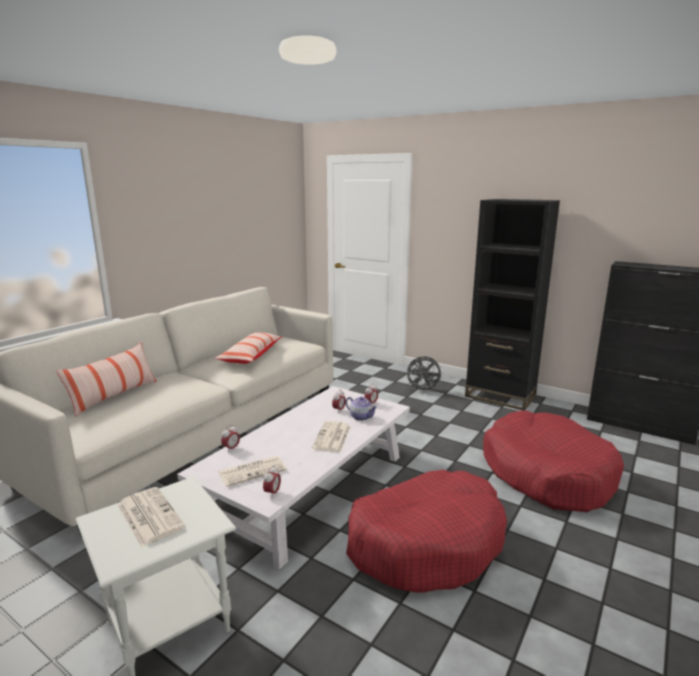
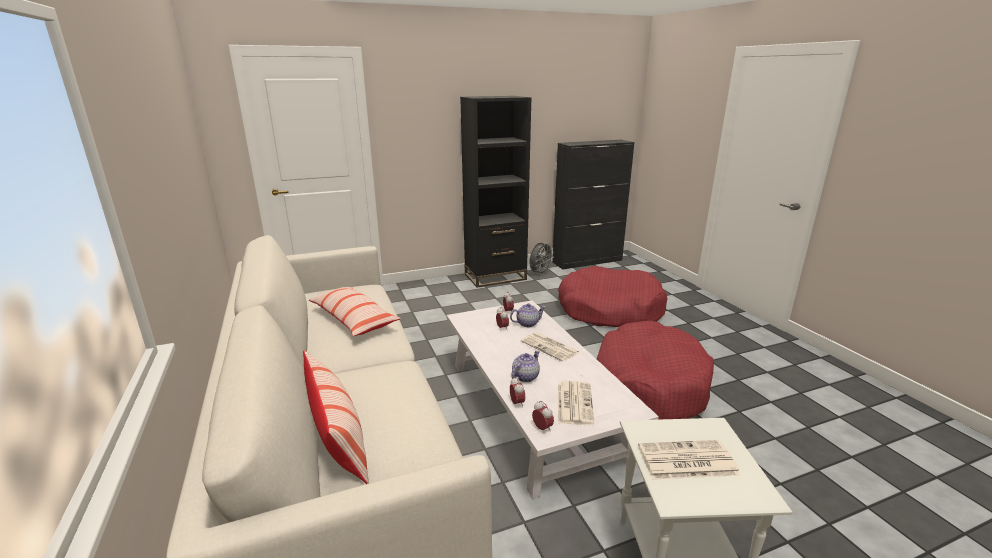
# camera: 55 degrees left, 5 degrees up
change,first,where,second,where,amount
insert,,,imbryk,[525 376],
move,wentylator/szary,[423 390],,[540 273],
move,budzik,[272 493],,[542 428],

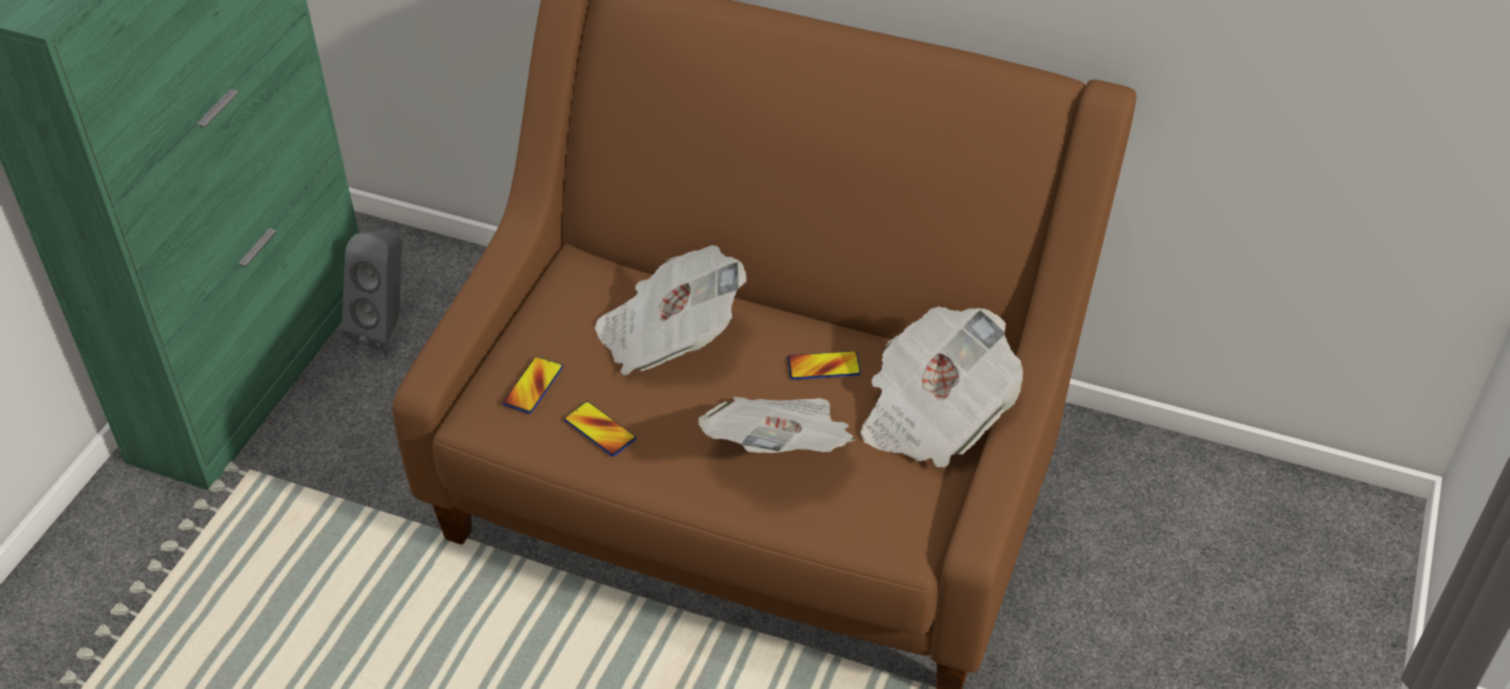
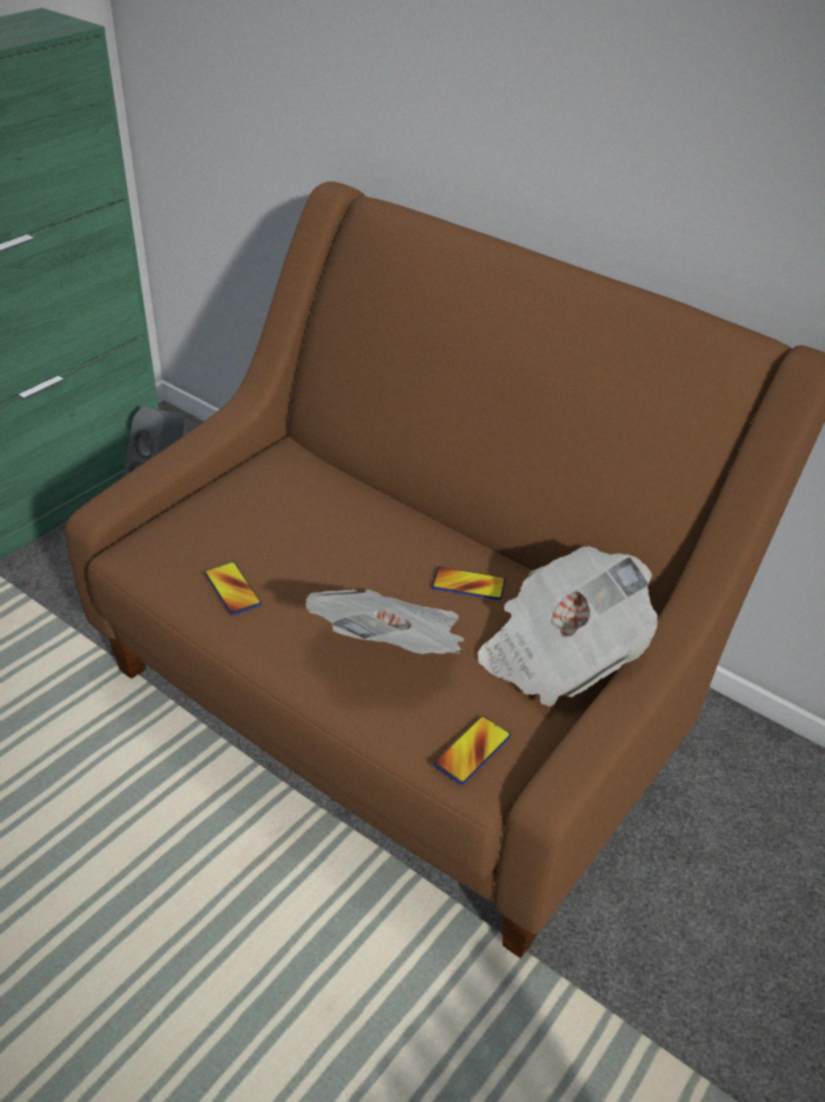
# camera: 15 degrees right, 5 degrees down
change,first,where,second,where,amount
move,telefon,[533 386],,[472 751],
delete,gazeta,[669 338],,,

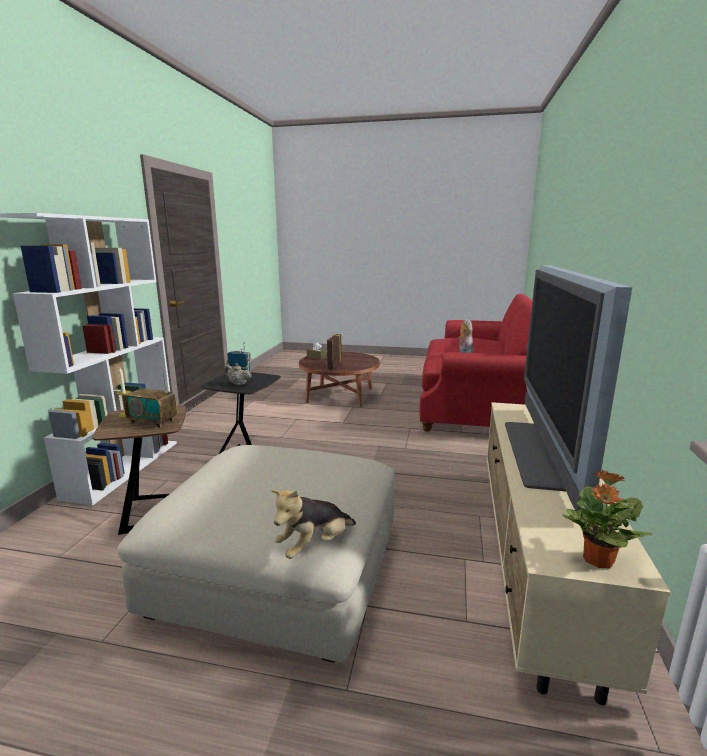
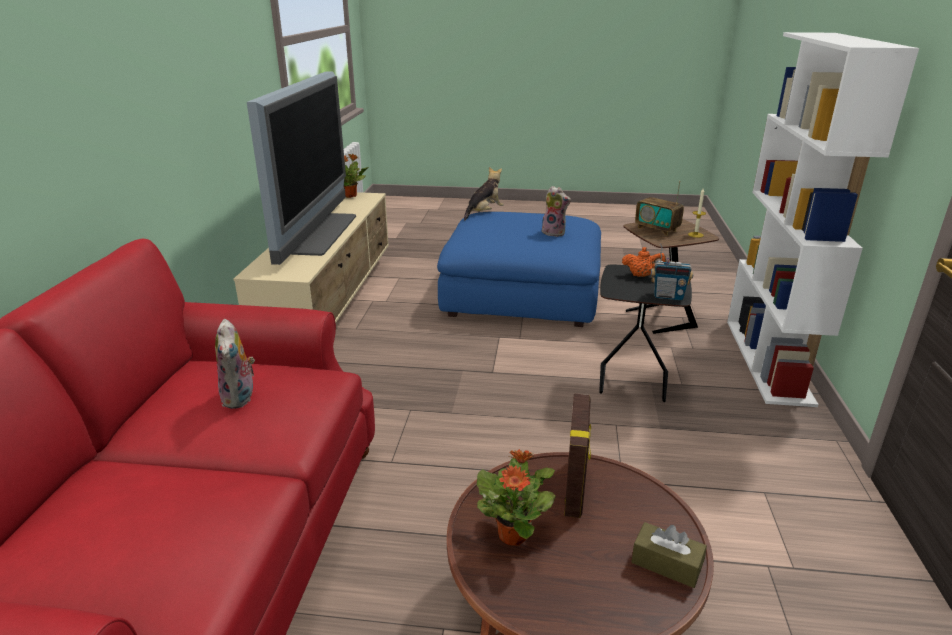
# camera: 175 degrees right, 10 degrees up
change,first,where,second,where,amount
recolor,pufa/beżowy,[279 566],pufa/niebieski,[522 293],
insert,,,roślina doniczkowa,[513 534],
insert,,,pluszak,[554 233],
recolor,imbryk/beżowy,[238 384],imbryk/pomarańczowy,[642 275],
rotate,radio,[153 422],,[657 229],150 degrees counterclockwise

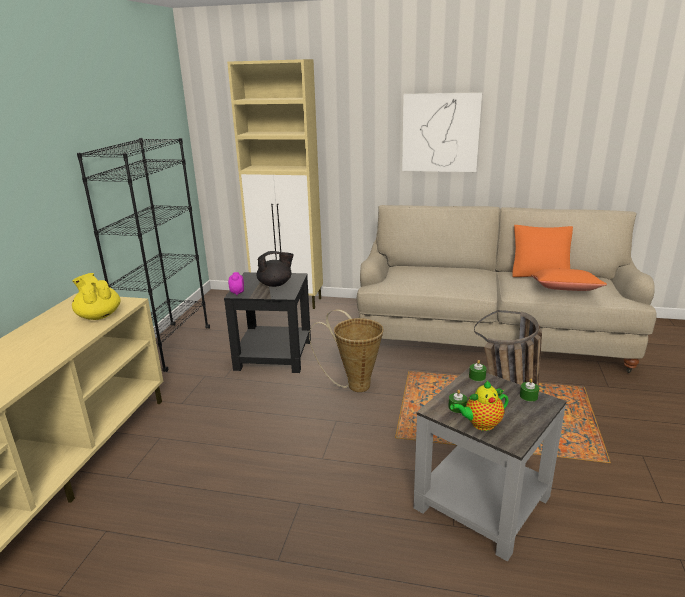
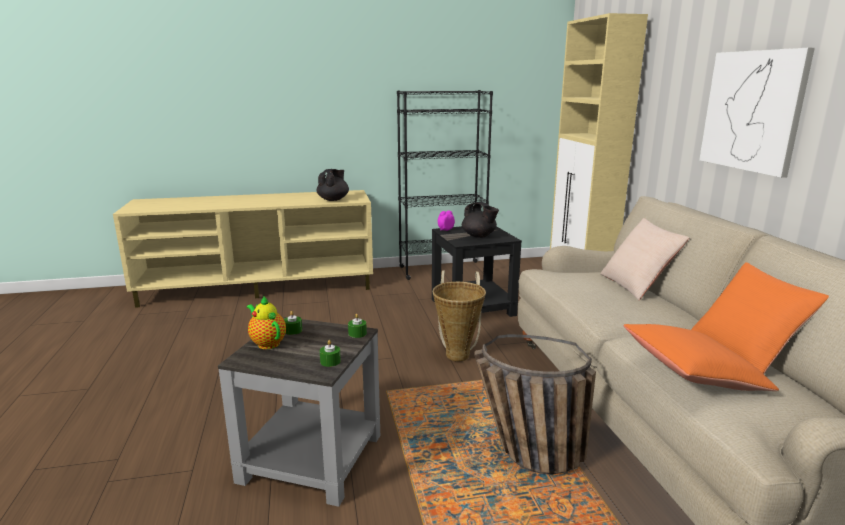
# camera: 65 degrees right, 5 degrees down
change,first,where,second,where,amount
recolor,imbryk/żółty,[99 316],imbryk/czarny,[333 199],
insert,,,poduszka/beżowy,[637 285],

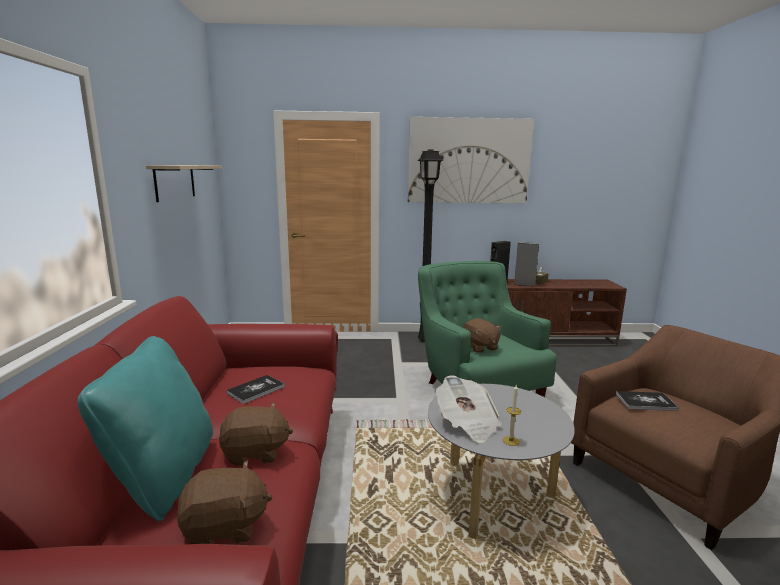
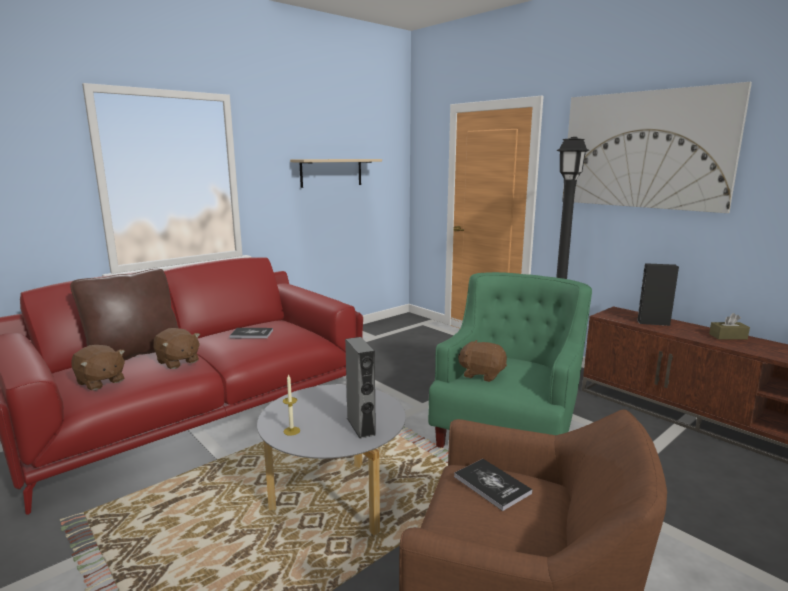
# camera: 50 degrees right, 0 degrees up
change,first,where,second,where,amount
recolor,poduszka/turkusowy,[164 476],poduszka/brązowy,[135 353],
move,głośnik/szary,[524 284],,[361 426],
rotate,pluszak/brązowy,[479 347],,[482 374],90 degrees clockwise
delete,gazeta,[467 424],,,

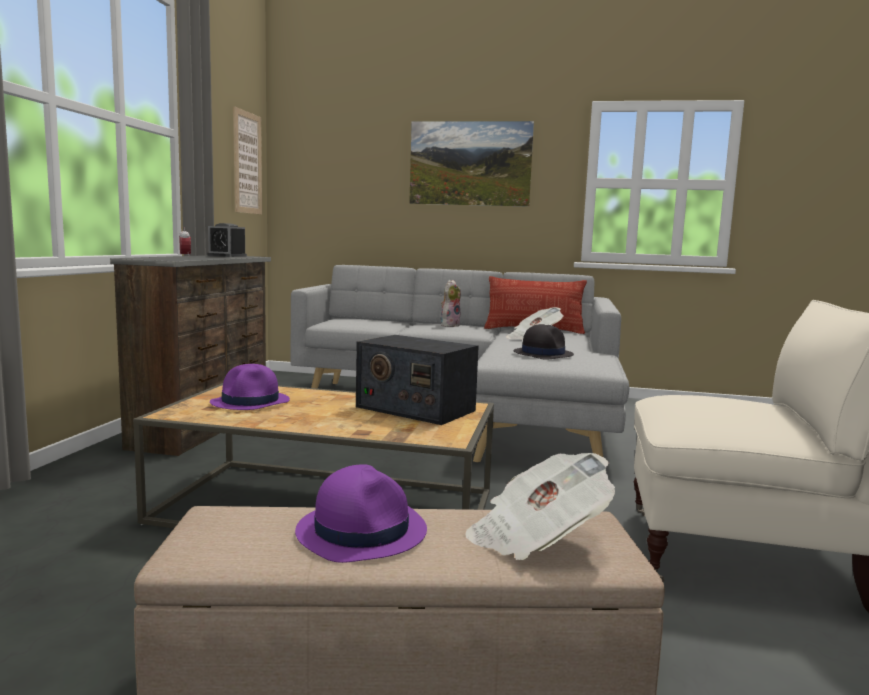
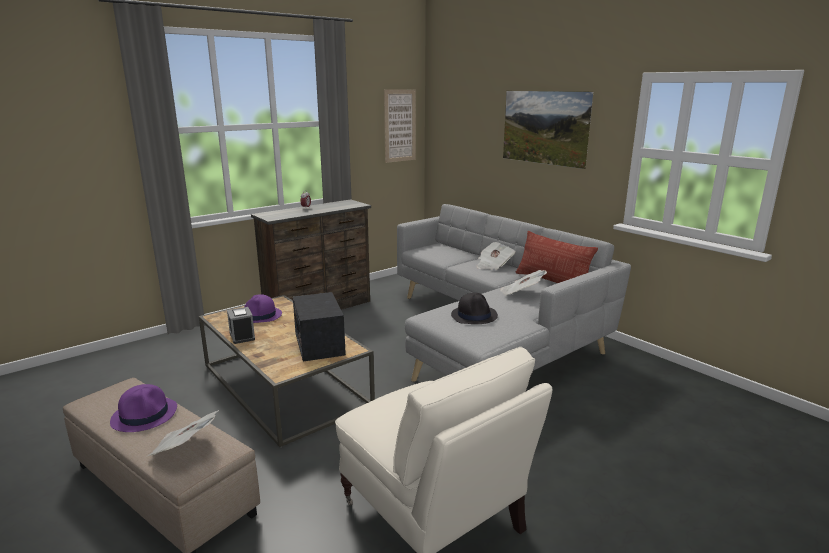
# camera: 40 degrees right, 10 degrees up
change,first,where,second,where,amount
move,budzik,[227 256],,[242 336],
replace,pluszak,[449 325],gazeta,[494 265],

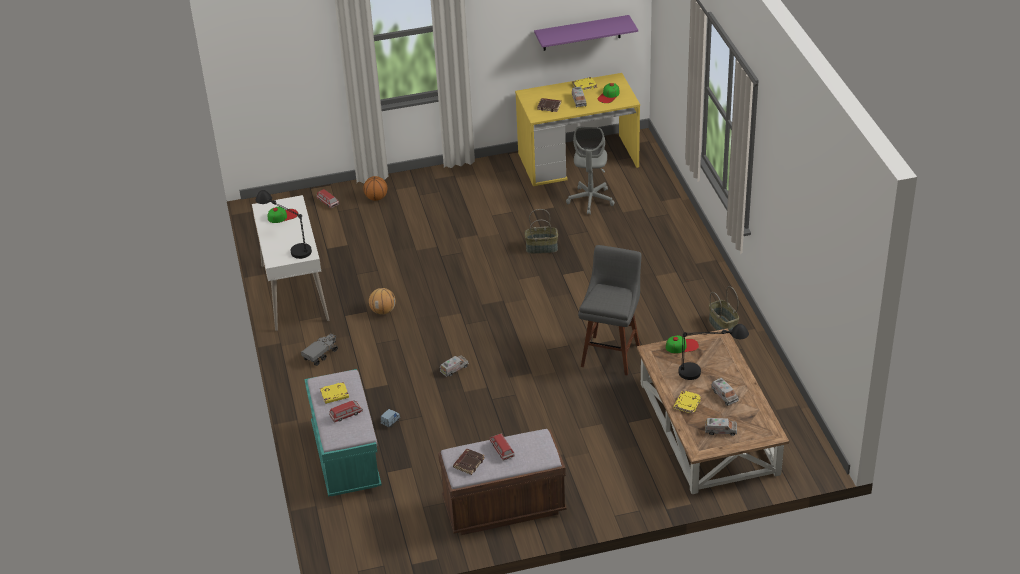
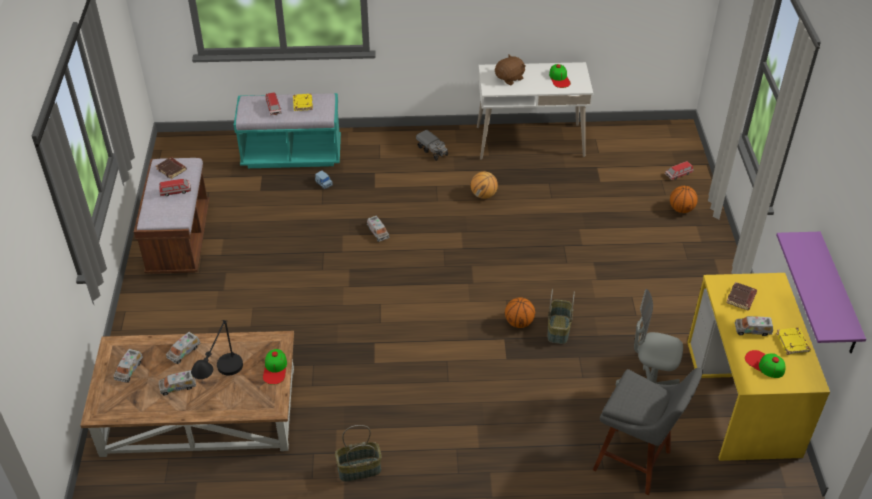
# camera: 100 degrees right, 5 degrees up
change,first,where,second,where,amount
replace,książka/żółty,[687 403],ciężarówka zabawkowa,[184 352],
replace,lampa stołowa/czarny,[287 245],pluszak/brązowy,[510 78],
insert,,,piłka do koszykówki,[519 323],
move,stołek/szary,[611 353],,[636 462],

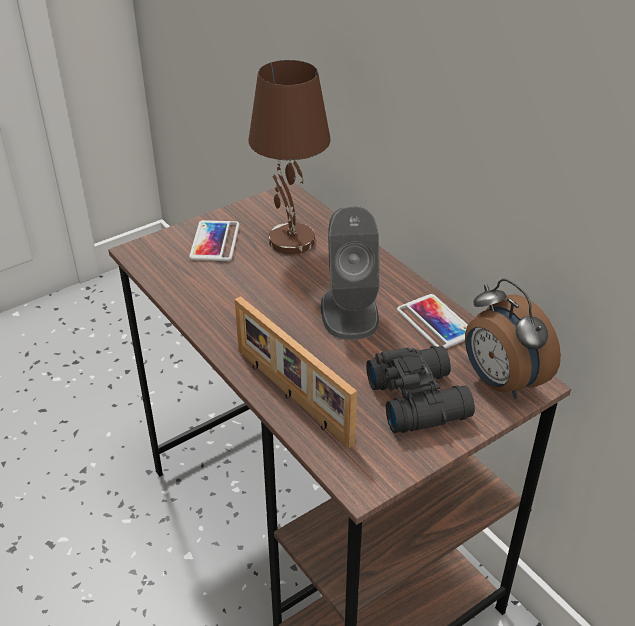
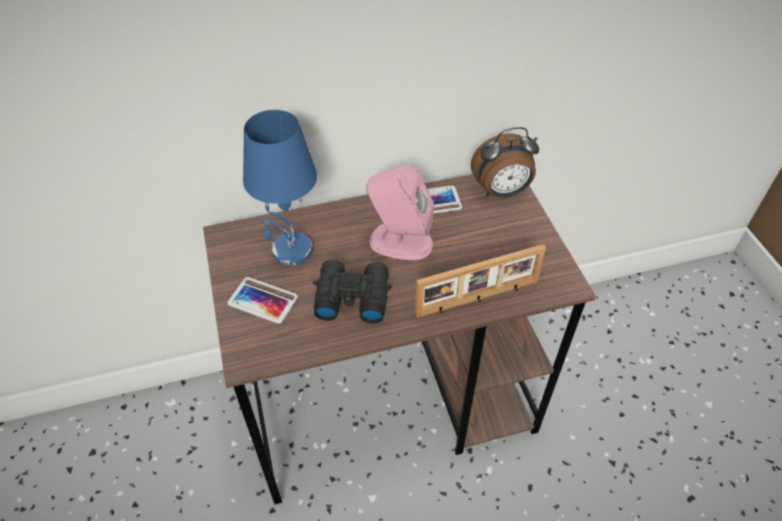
# camera: 70 degrees left, 10 degrees up
change,first,where,second,where,amount
recolor,lampa stołowa/brązowy,[290 240],lampa stołowa/niebieski,[291 251],
move,lornetka/czarny,[419 398],,[351 297],
recolor,głośnik/szary,[349 312],głośnik/różowy,[400 241],

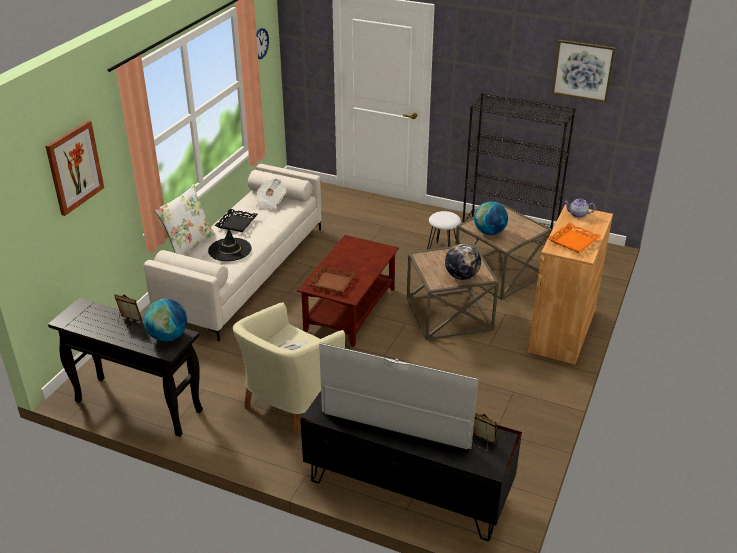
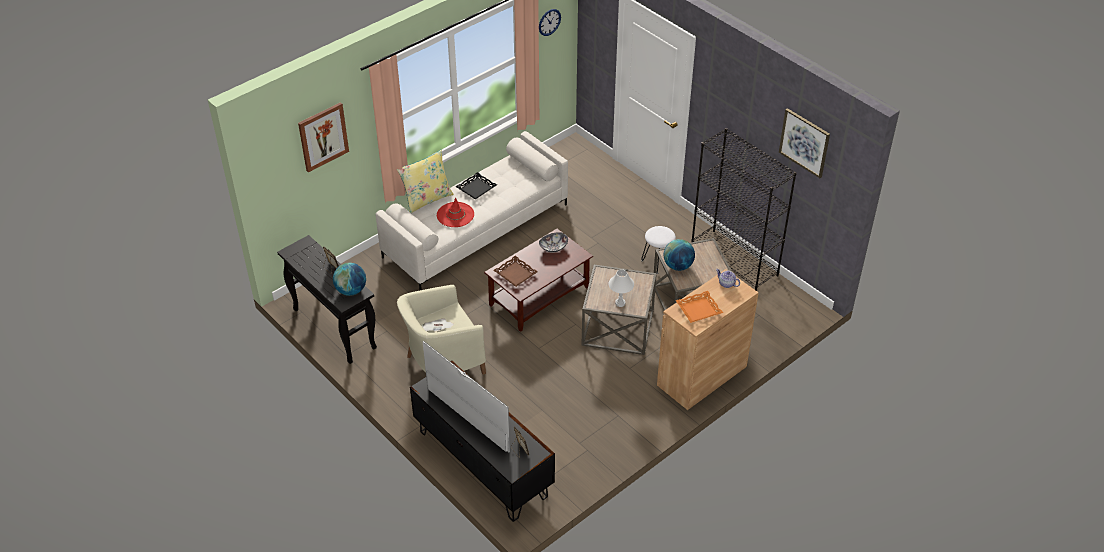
# camera: 25 degrees right, 10 degrees up
change,first,where,second,where,amount
recolor,poduszka/biały,[188 244],poduszka/żółty,[427 199],
recolor,kapelusz/czarny,[229 250],kapelusz/czerwony,[455 215],
insert,,,miska,[553 248],
replace,globus,[461 276],lampa stołowa/biały,[620 303],
delete,gazeta,[270 202],,,

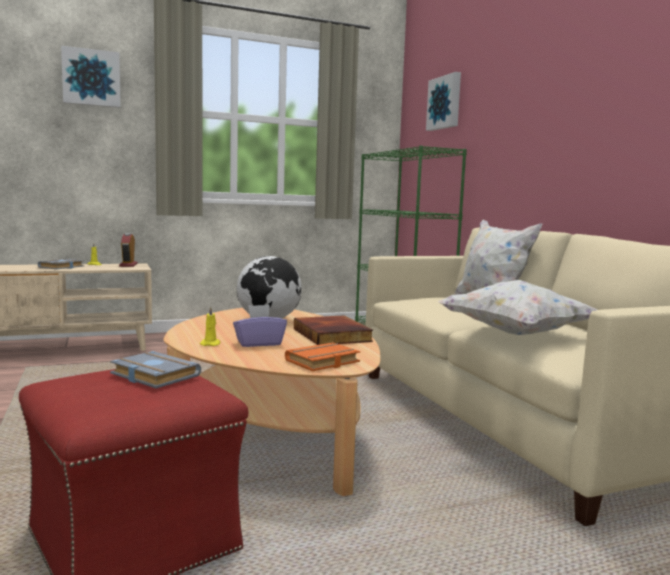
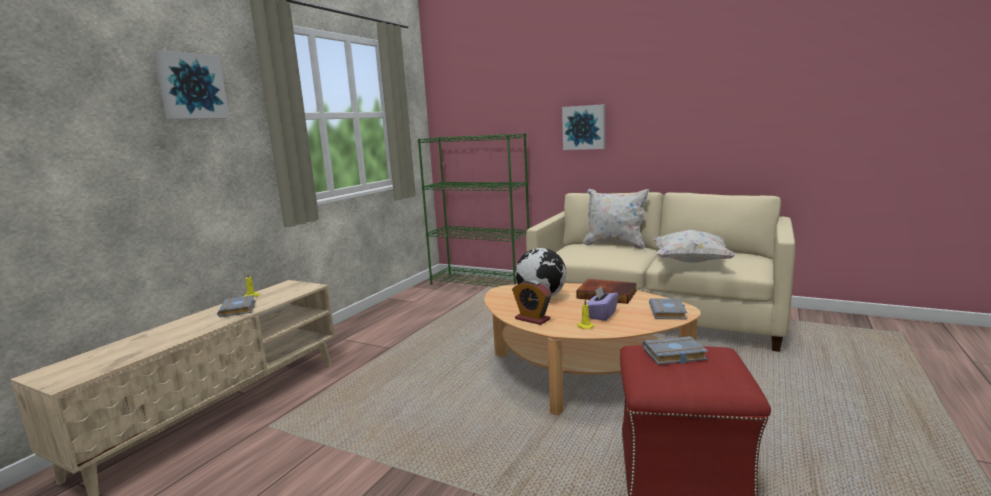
# camera: 40 degrees left, 5 degrees up
change,first,where,second,where,amount
move,budzik,[128 265],,[532 319],
move,obraz,[445 103],,[584 127],
recolor,książka/pomarańczowy,[323 362],książka/szary,[669 312],

